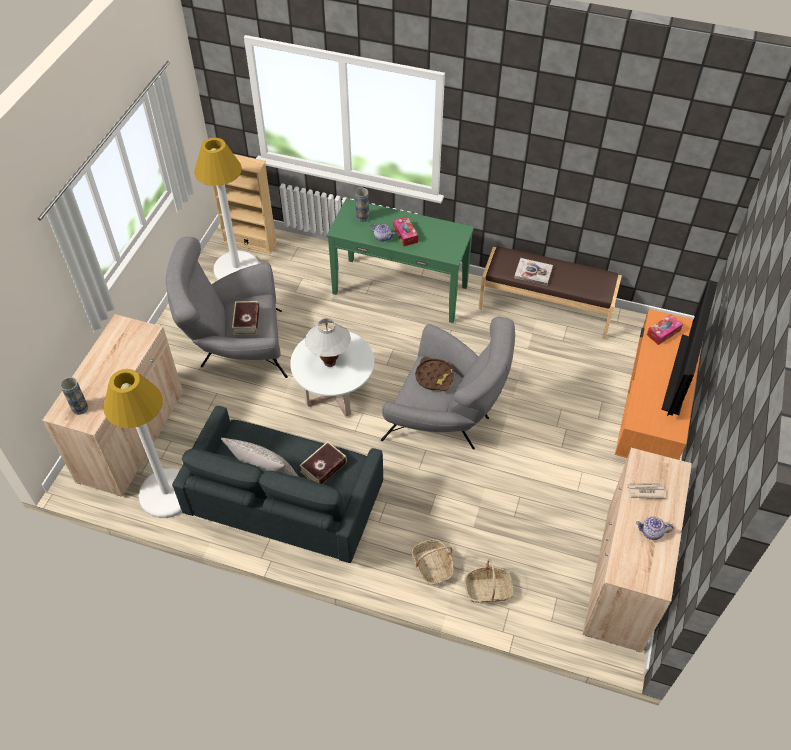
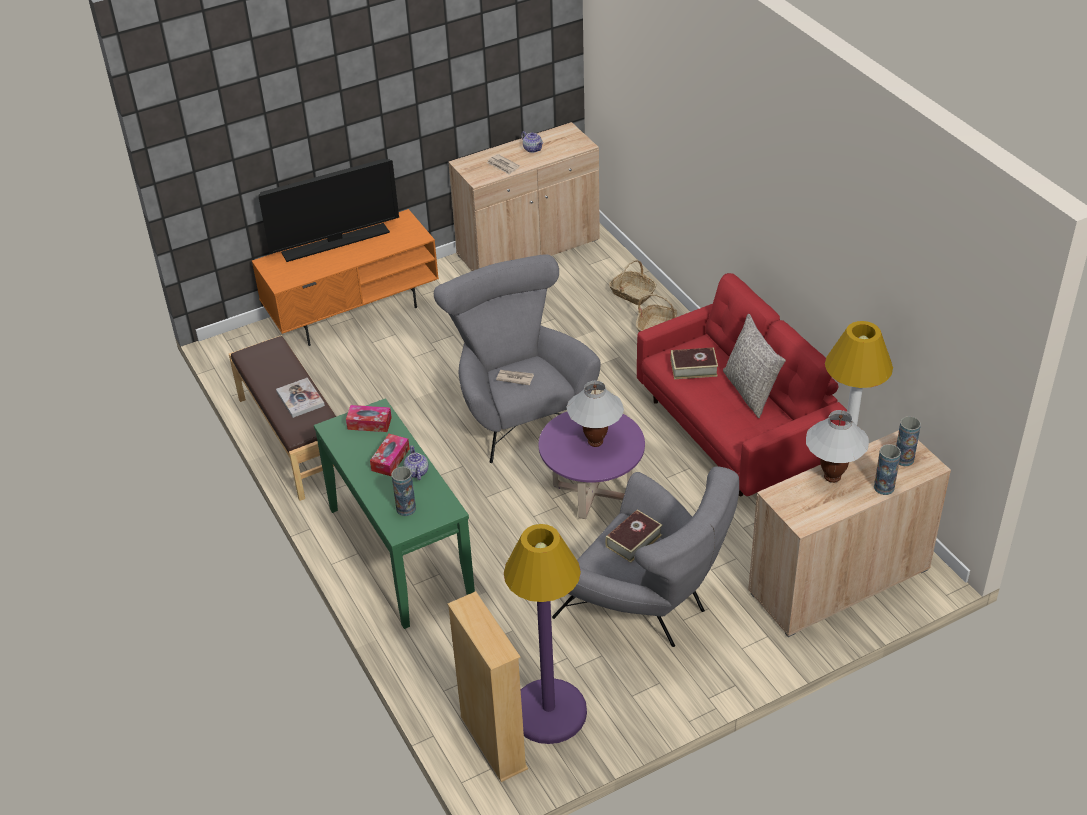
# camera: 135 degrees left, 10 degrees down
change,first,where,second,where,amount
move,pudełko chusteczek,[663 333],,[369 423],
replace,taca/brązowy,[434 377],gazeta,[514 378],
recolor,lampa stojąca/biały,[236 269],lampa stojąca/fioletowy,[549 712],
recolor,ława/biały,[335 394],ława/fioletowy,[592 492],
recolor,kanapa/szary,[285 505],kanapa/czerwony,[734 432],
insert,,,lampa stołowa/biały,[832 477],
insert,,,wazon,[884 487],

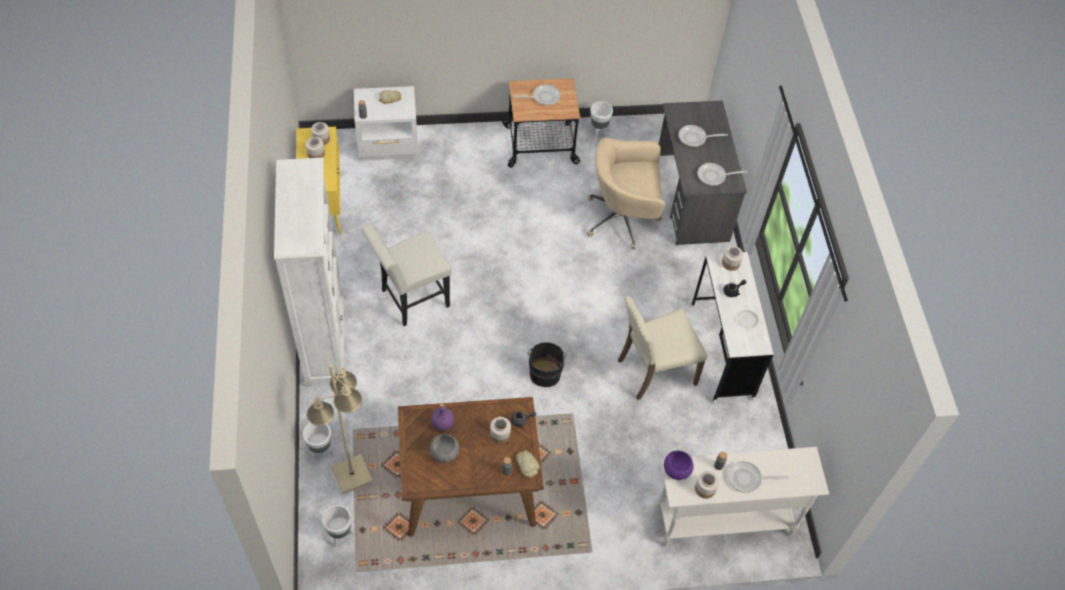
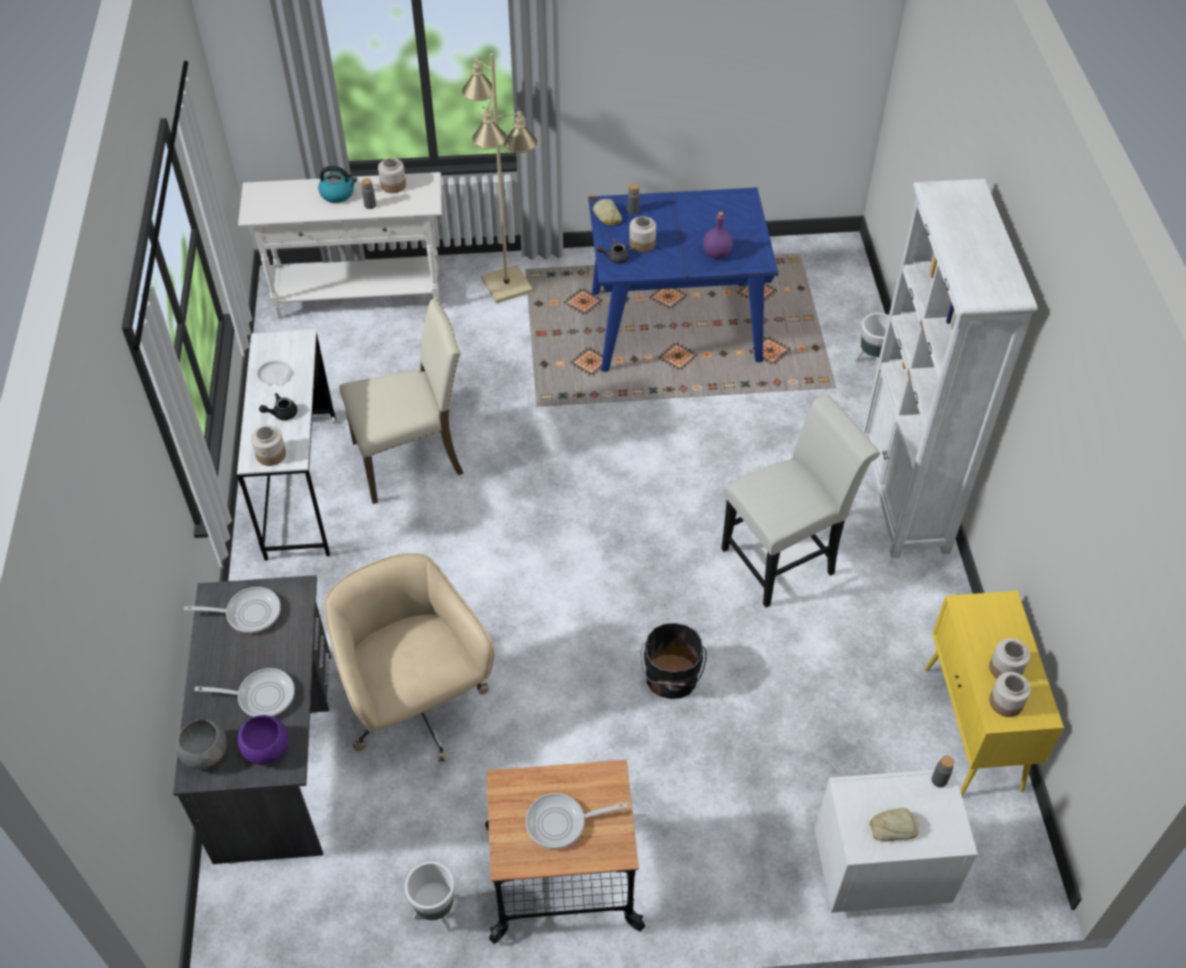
# camera: 175 degrees left, 5 degrees down
change,first,where,second,where,amount
move,miska/szary,[444 453],,[205 754],
move,miska/fioletowy,[676 470],,[266 748],
replace,patelnia,[747 479],czajnik,[338 194],
rotate,krzesło biurowe/beżowy,[623 219],,[416 707],120 degrees counterclockwise
move,lampa stojąca/beżowy,[351 475],,[507 284],
recolor,stół jadalny/brązowy,[470 489],stół jadalny/niebieski,[673 326],
move,wiadro/czarny,[545 372],,[671 678],
delete,donica/biały,[340 535],,,

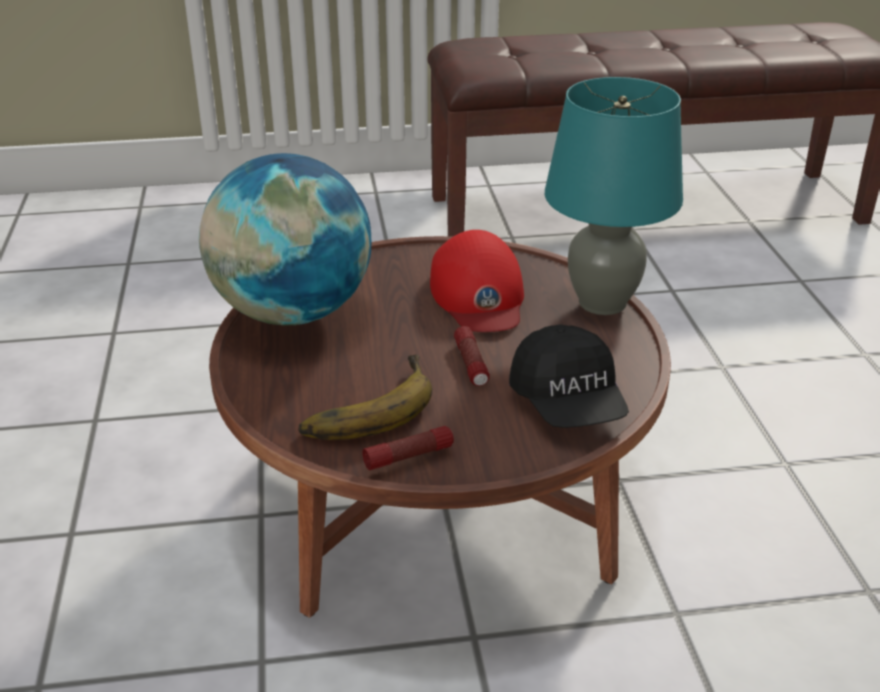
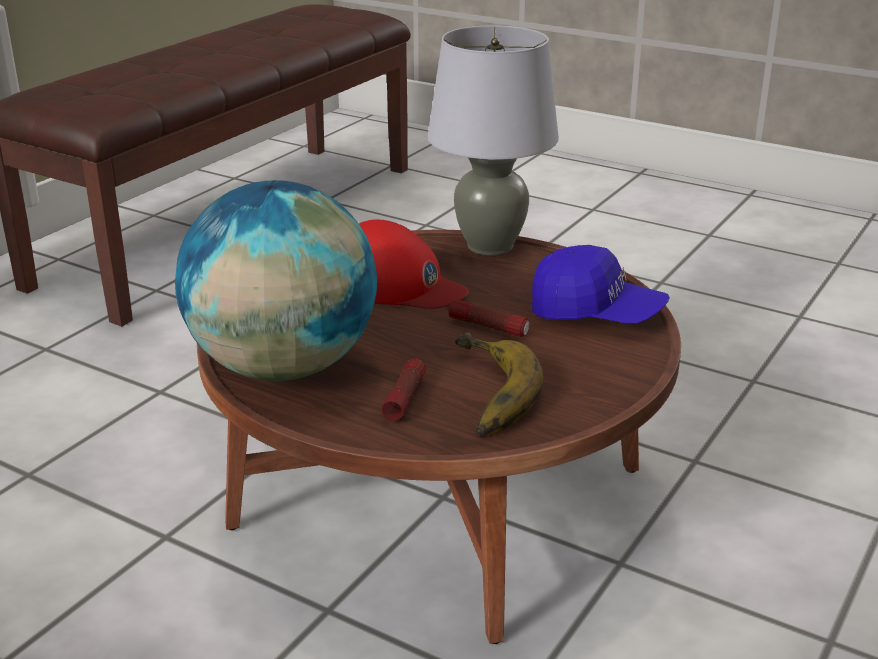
# camera: 50 degrees left, 5 degrees down
change,first,where,second,where,amount
move,latarka,[408 456],,[404 398],
recolor,lampa stołowa/turkusowy,[601 303],lampa stołowa/szary,[489 246],
recolor,czapka z daszkiem/czarny,[568 404],czapka z daszkiem/niebieski,[596 314],

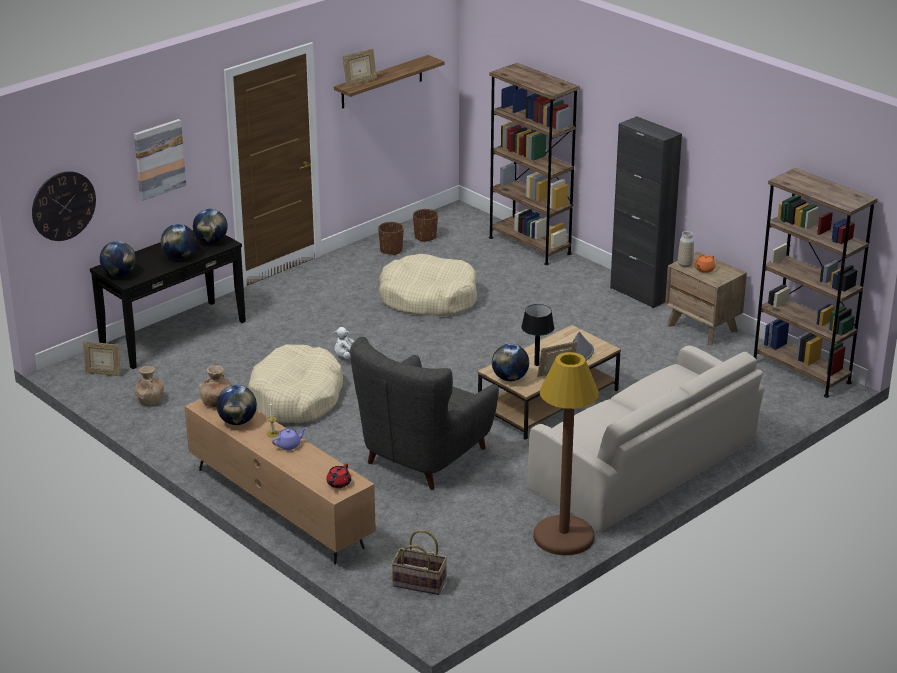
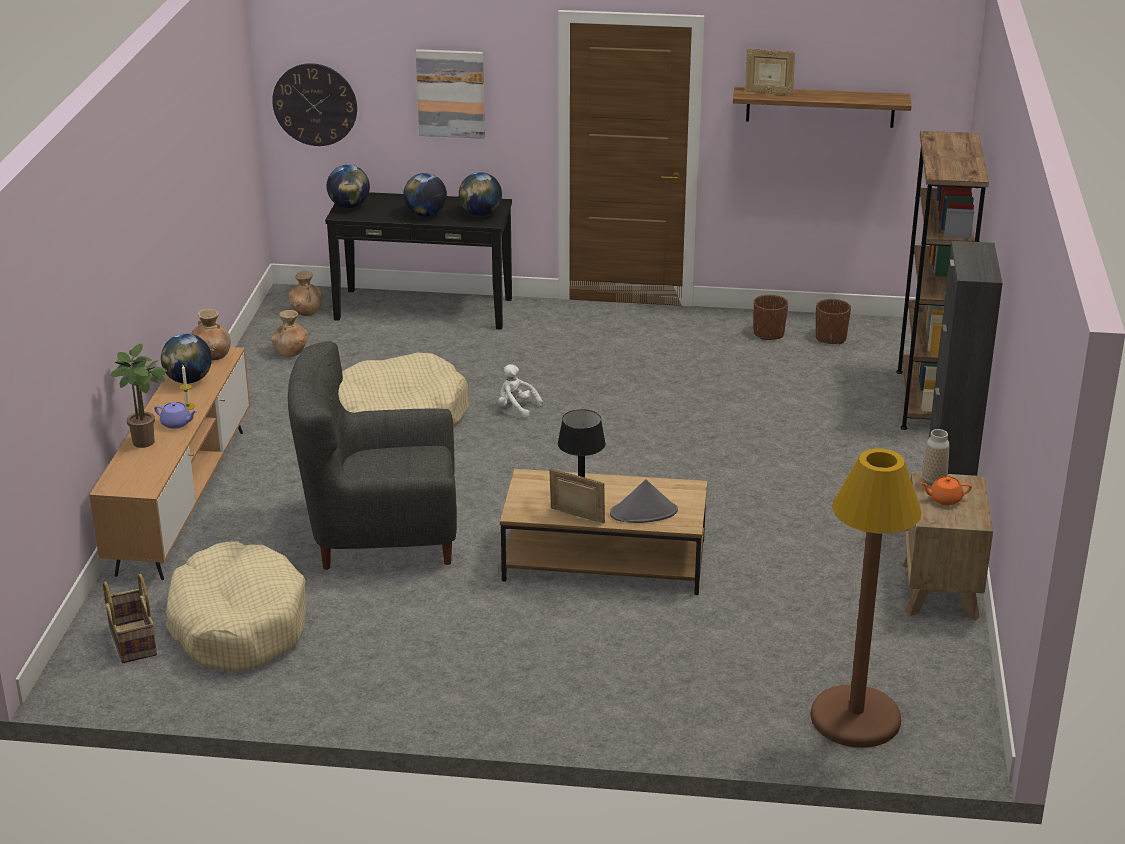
# camera: 50 degrees right, 0 degrees up
change,first,where,second,where,amount
insert,,,roślina doniczkowa,[146 443],
move,legowisko/beżowy,[428 298],,[238 625],
replace,ramka na zdjęcie,[103 373],wazon/brązowy,[307 311],
move,lampa stojąca/brązowy,[563 537],,[855 718],
delete,imbryk/czerwony,[338 483],,,
delete,globus,[510 378],,,
delete,kanapa/beżowy,[645 464],,,
delete,regał/brązowy,[801 372],,,

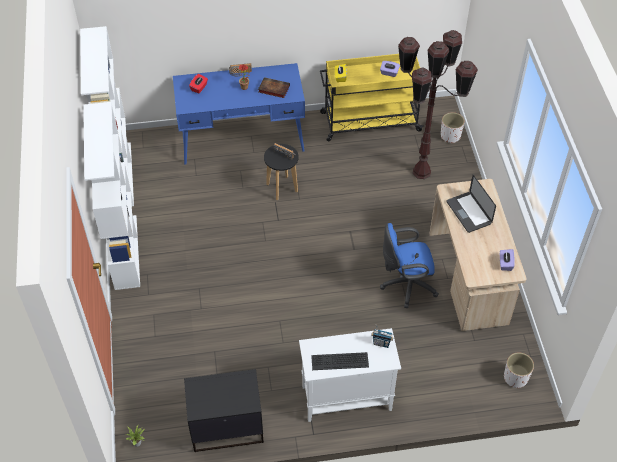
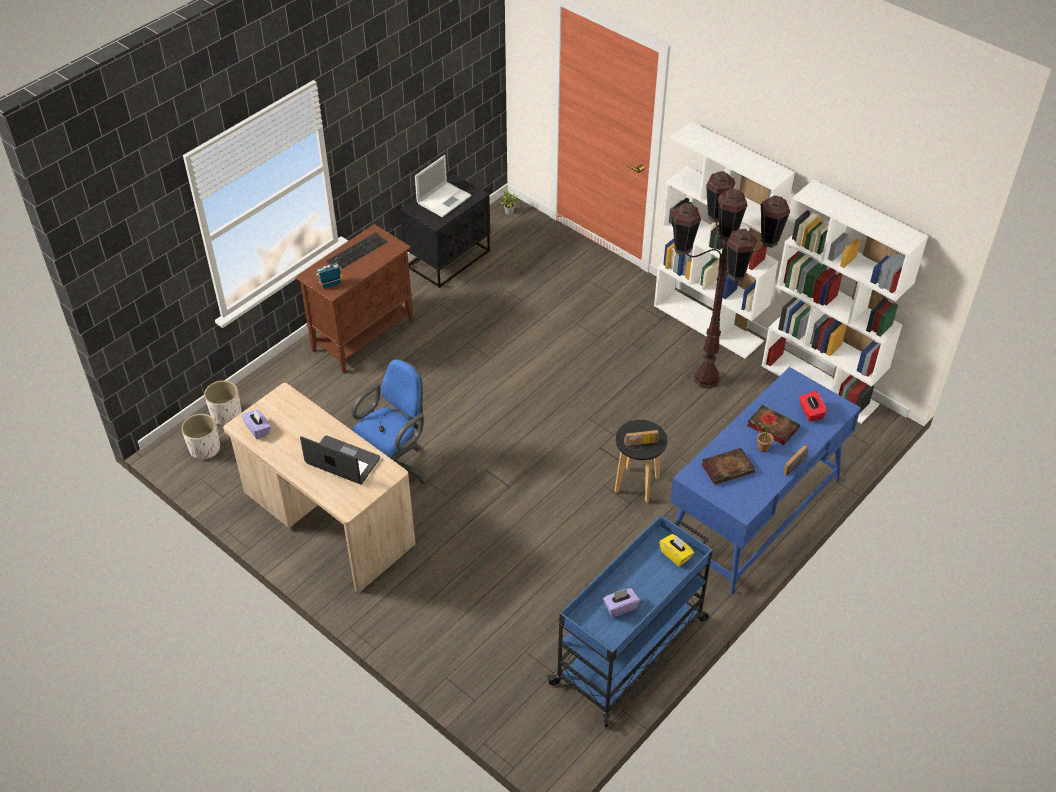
# camera: 140 degrees right, 5 degrees down
change,first,where,second,where,amount
move,donica/biały,[450 136],,[226 415],
recolor,szafka/biały,[345 398],szafka/brązowy,[363 335],
insert,,,laptop,[444 199],
recolor,wózek/żółty,[369 122],wózek/niebieski,[631 650],
move,lampa stojąca/brązowy,[421 172],,[707 378],
insert,,,książka,[771 426],

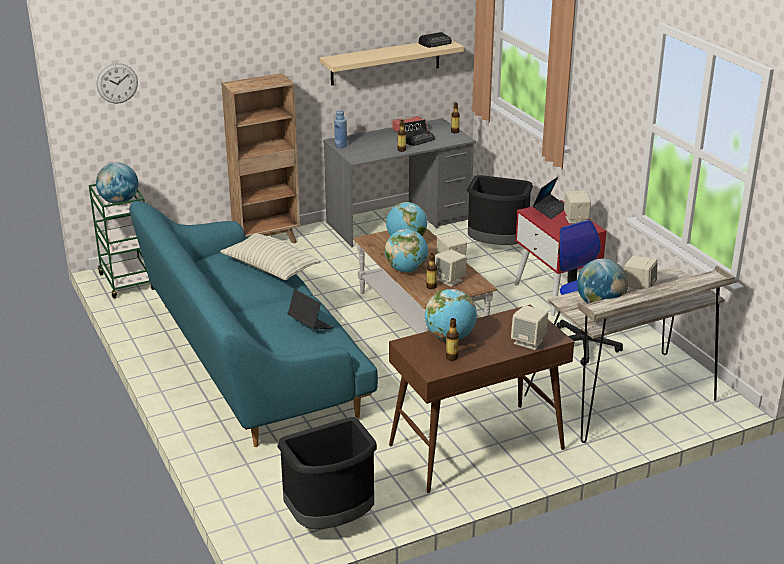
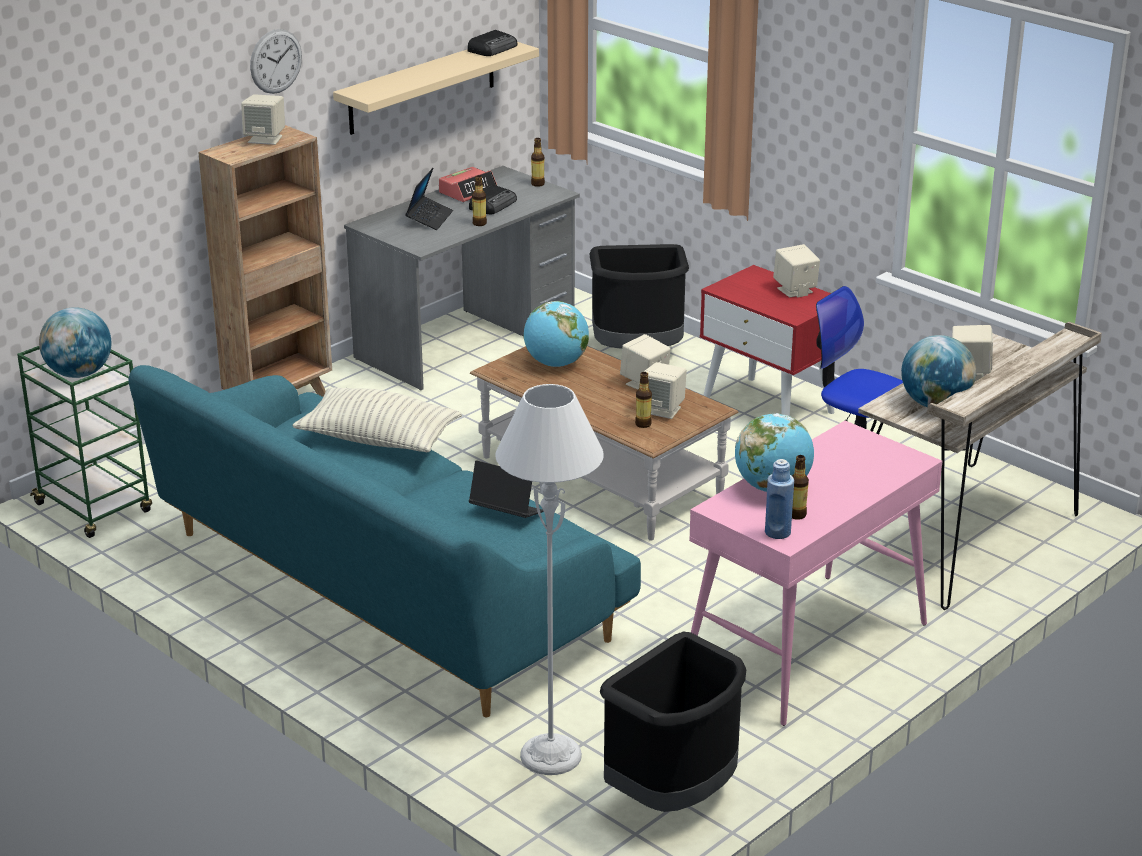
# camera: 20 degrees left, 0 degrees up
change,first,where,second,where,amount
move,głośnik/beżowy,[529 342],,[265 139],
move,zegar ścienny,[117 83],,[276 61],
move,laptop,[550 210],,[429 218],
insert,,,lampa stojąca/szary,[550 755],
recolor,stolik konsolowy/brązowy,[476 448],stolik konsolowy/różowy,[806 648],
move,butelka/niebieski,[341 146],,[777 532],
delete,globus,[406 270],,,

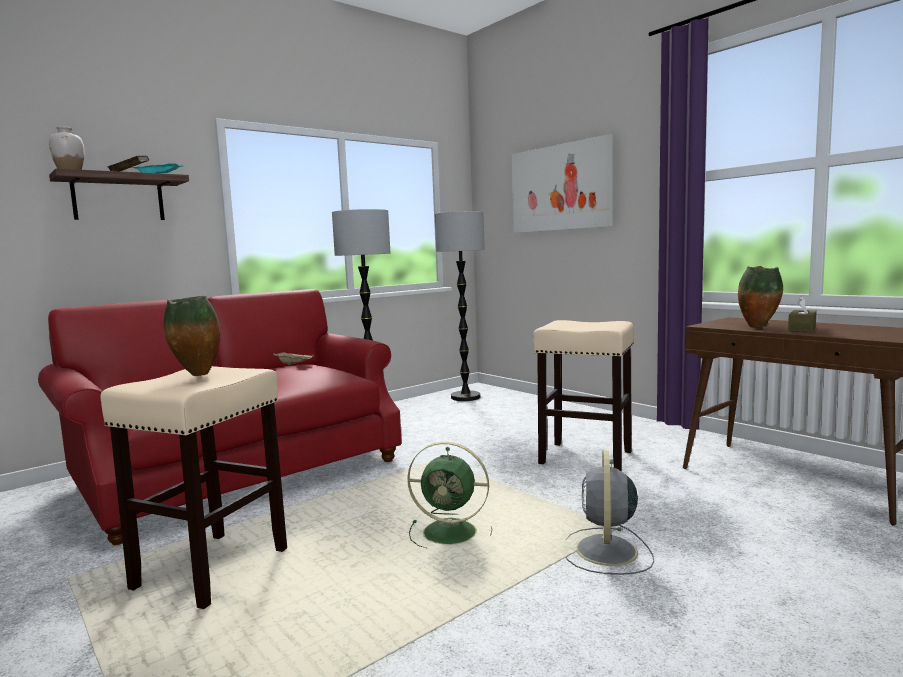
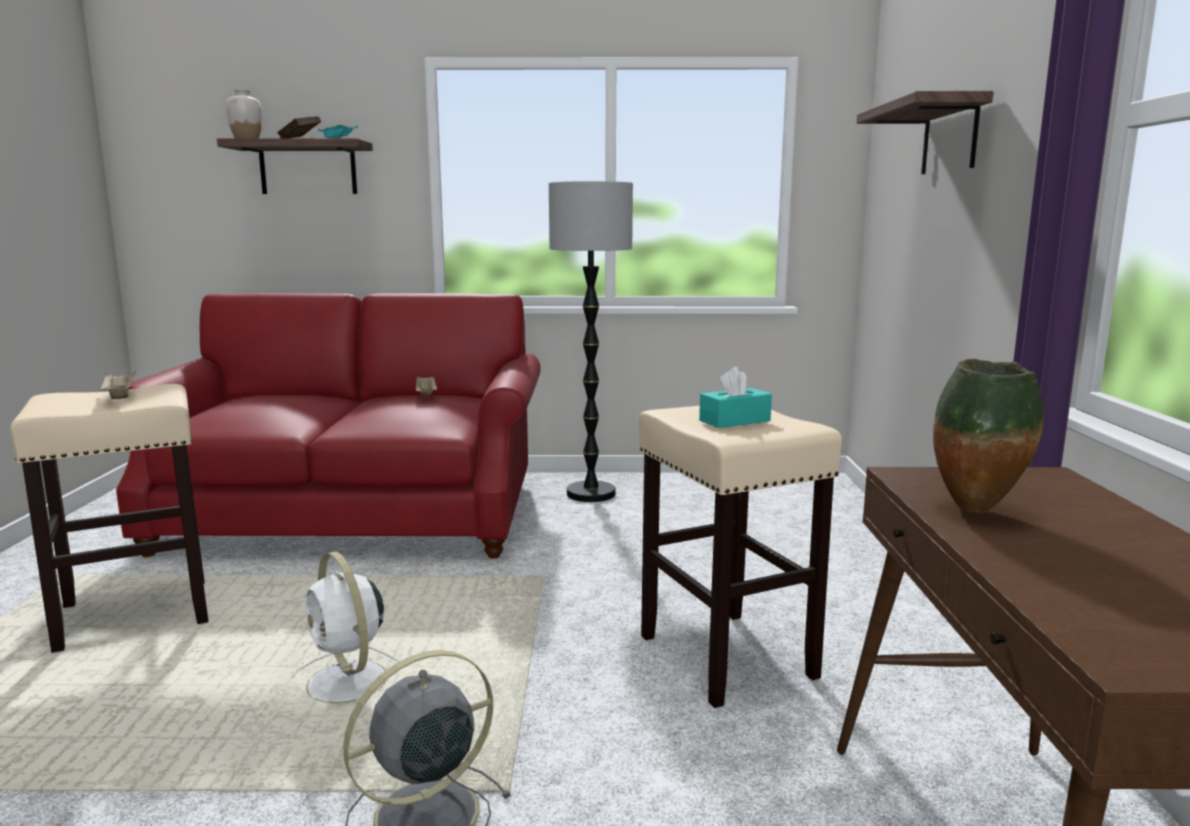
# camera: 40 degrees right, 5 degrees up
change,first,where,second,where,amount
replace,wazon,[196 375],taca/beżowy,[119 396],
recolor,wentylator/zielony,[452 533],wentylator/biały,[349 684],
insert,,,pudełko chusteczek/turkusowy,[734 421],
replace,obraz,[560 188],półka,[949 137],
delete,lampa stojąca,[465 397],,,
delete,pudełko chusteczek/brązowy,[802 329],,,

